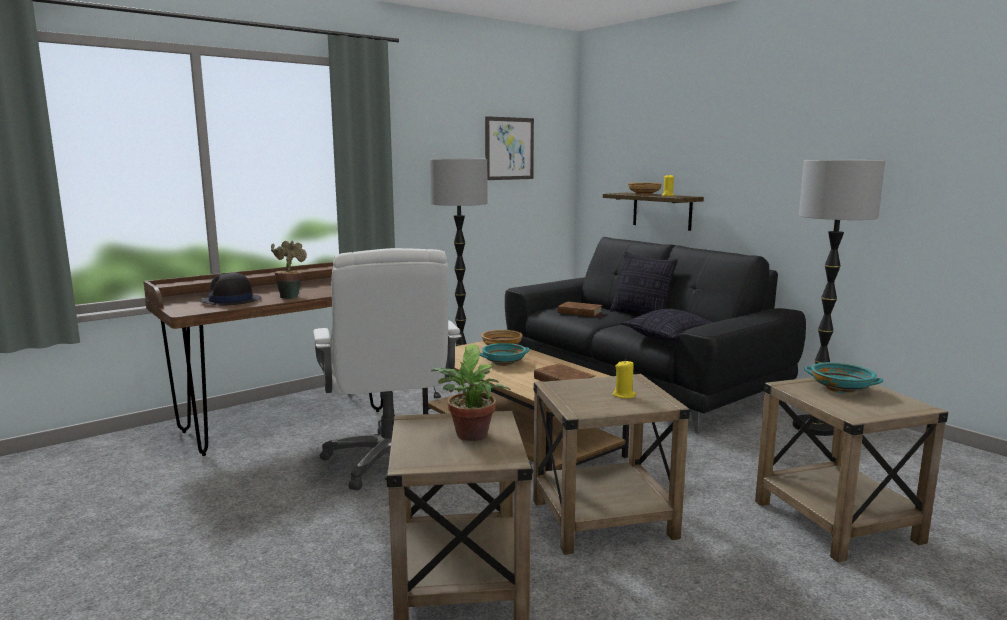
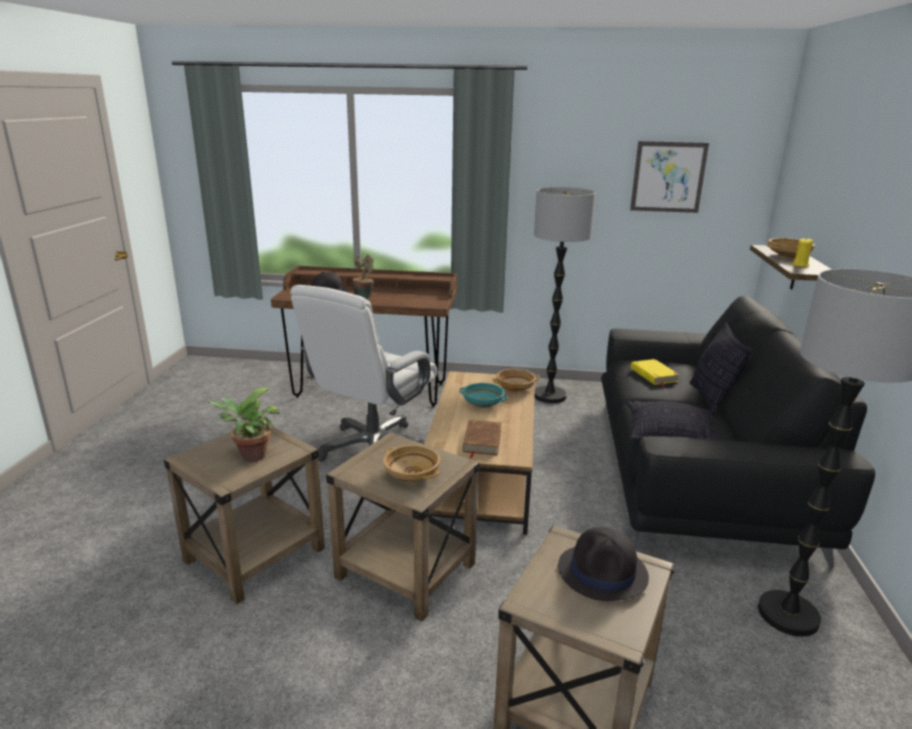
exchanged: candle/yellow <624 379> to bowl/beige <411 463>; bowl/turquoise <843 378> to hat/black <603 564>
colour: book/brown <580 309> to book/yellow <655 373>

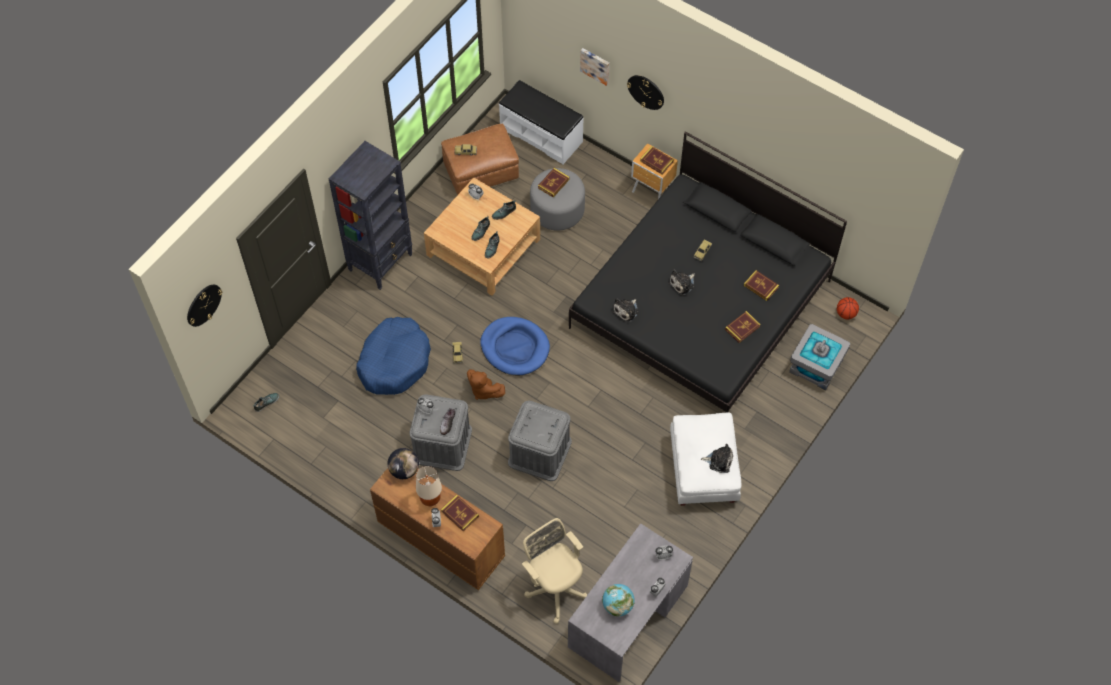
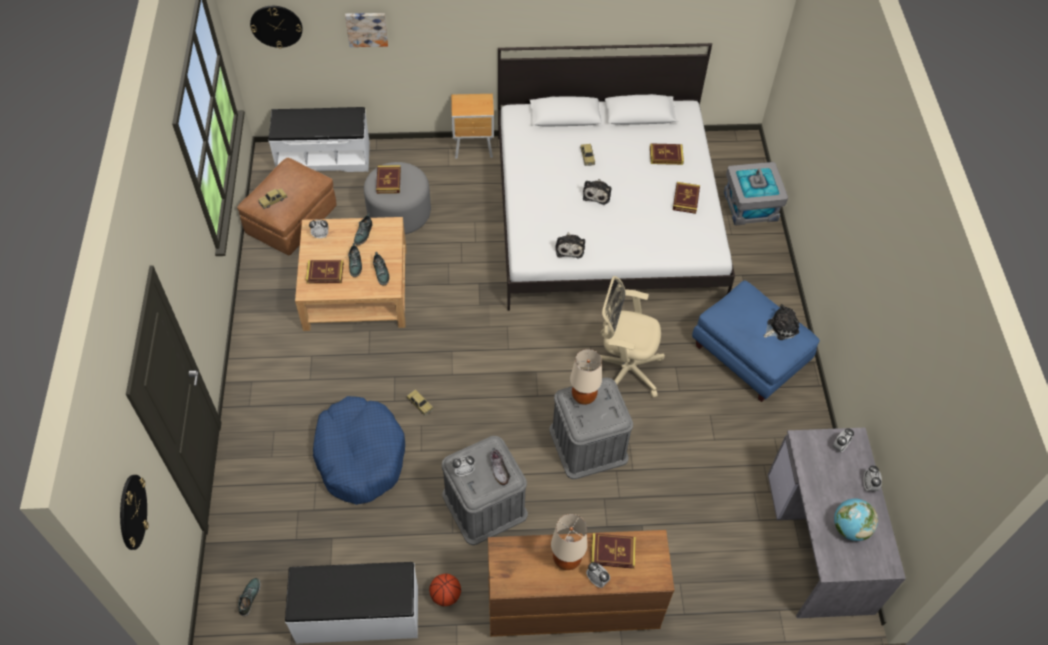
missing: bookcase/black <371 215>; globe <403 463>; plush toy/brown <486 384>; dog bed/blue <515 346>
appeared: bench/white <351 603>; table lamp/beige <586 377>
relocated: office chair/beige <554 571> to <632 337>; wall clock <645 92> to <276 27>; book <657 160> to <325 271>; basketball <848 308> to <445 590>
colour: bed/black <708 272> to bed/white <616 177>; ottoman/white <706 459> to ottoman/blue <756 341>

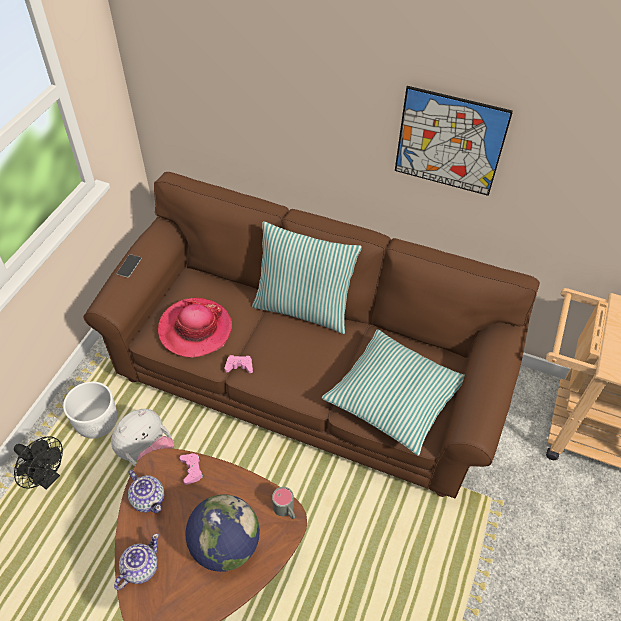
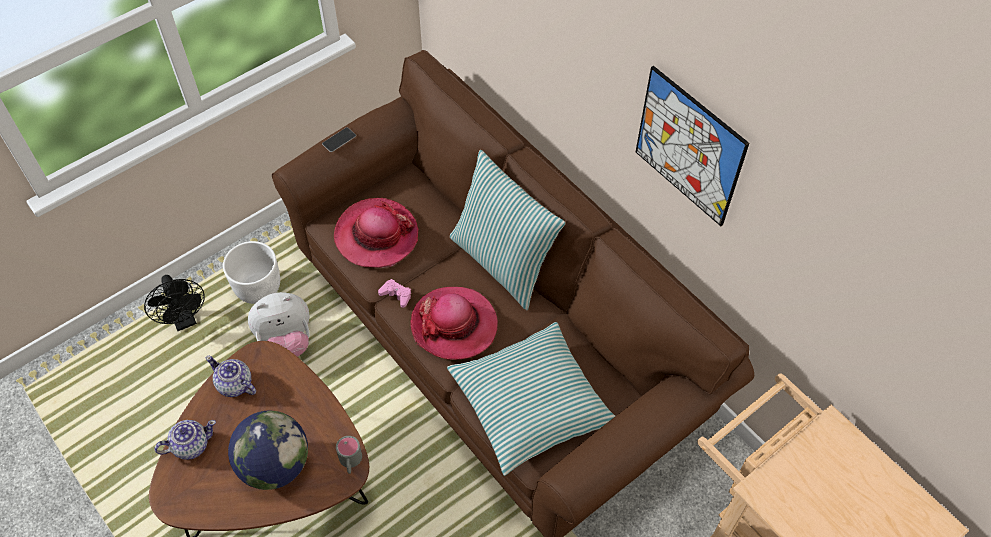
missing: game controller/pink <191 469>
appeared: hat <454 323>
spun: teapot <146 491> = <231 376> 135 degrees clockwise

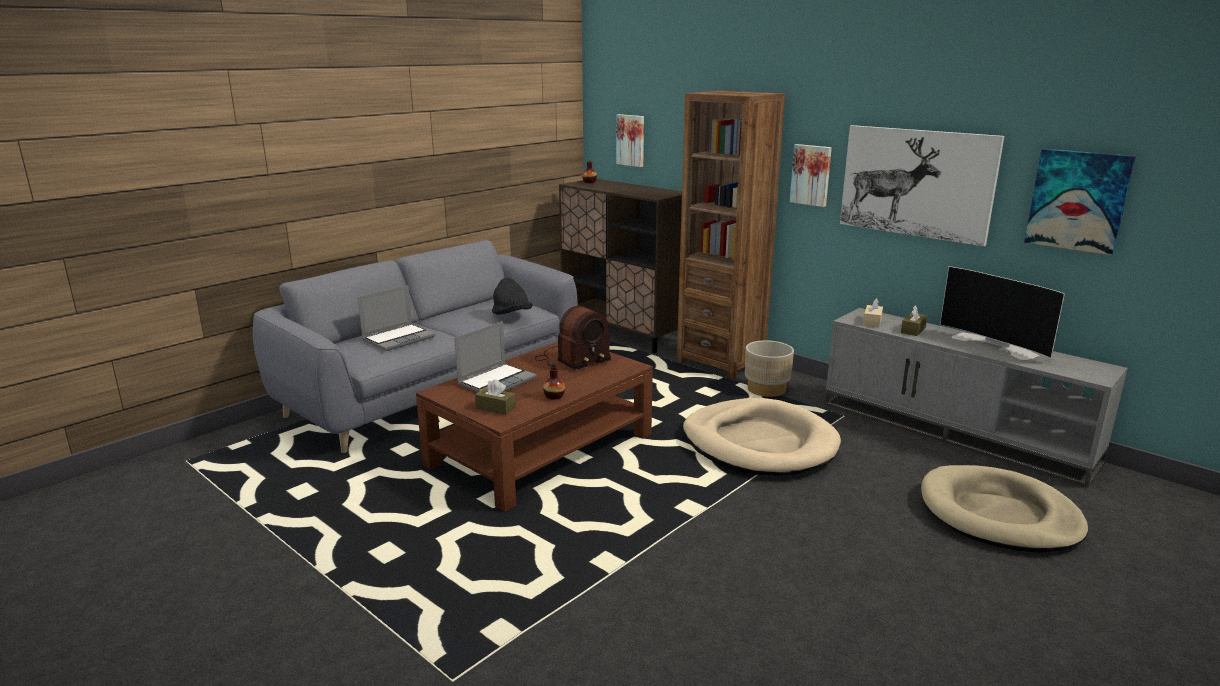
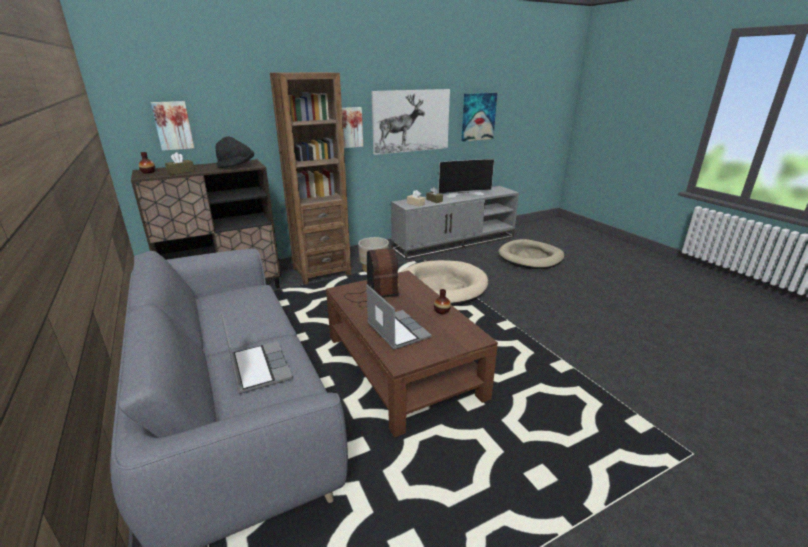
relocated: tissue box/brown <495 397> to <180 163>; hat/black <512 296> to <235 152>

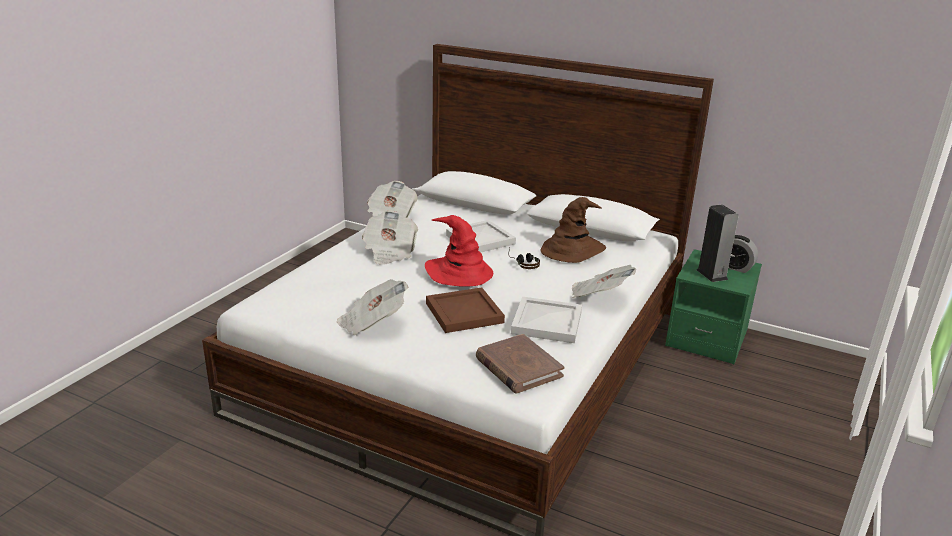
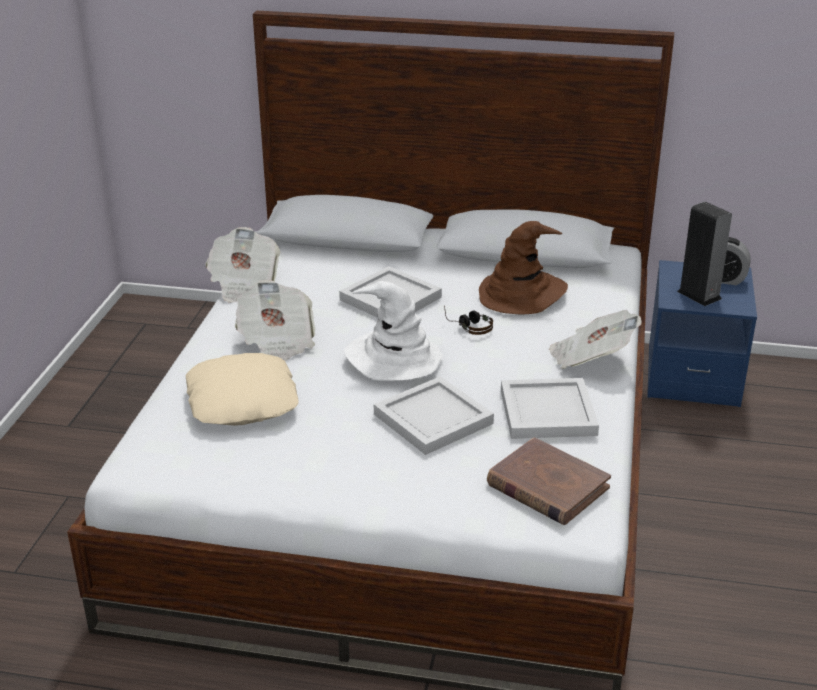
missing: newspaper <372 307>
appeared: pillow/beige <242 389>
colour: hat/red <459 251> to hat/white <393 331>; tray/brown <465 310> to tray/white <434 415>; nightstand/green <713 306> to nightstand/blue <702 333>

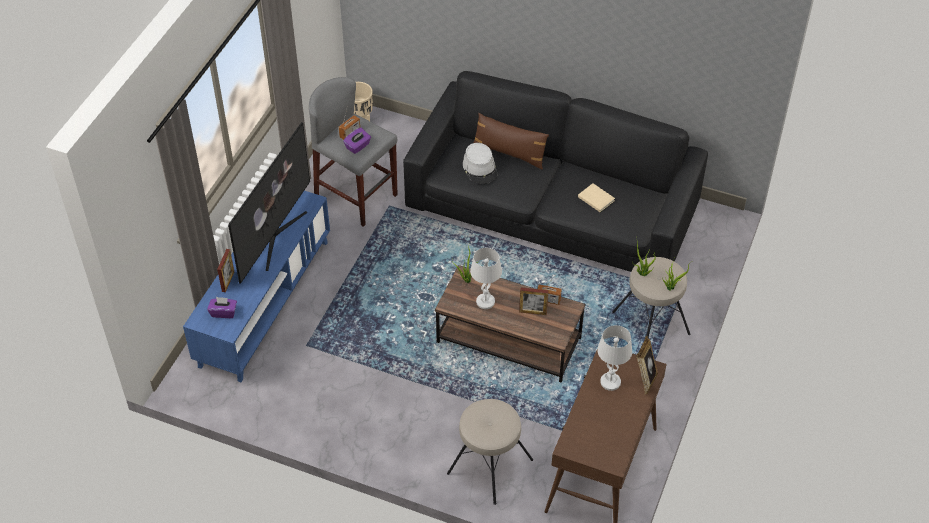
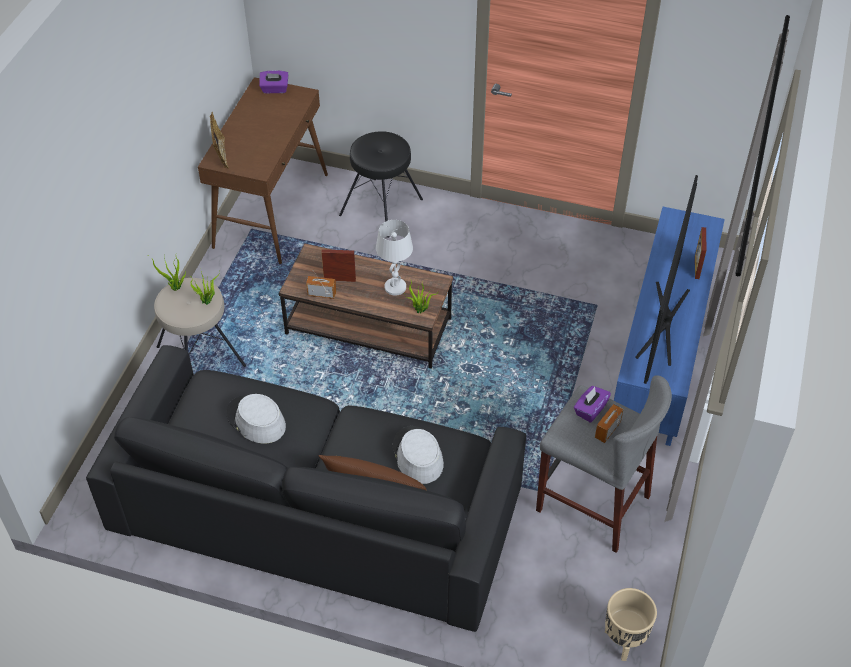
missing: table lamp/white <614 358>
relocated: tissue box/purple <222 307> to <273 81>
exchanged: book/beige <596 197> to hat/grey <256 419>
colour: stool/beige <490 452> to stool/black <381 184>

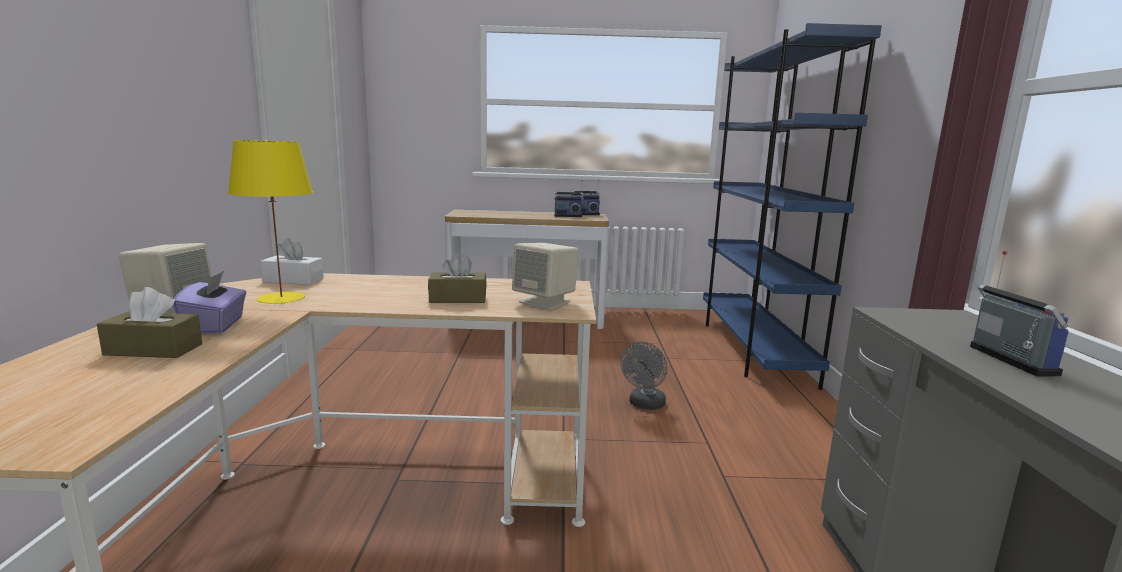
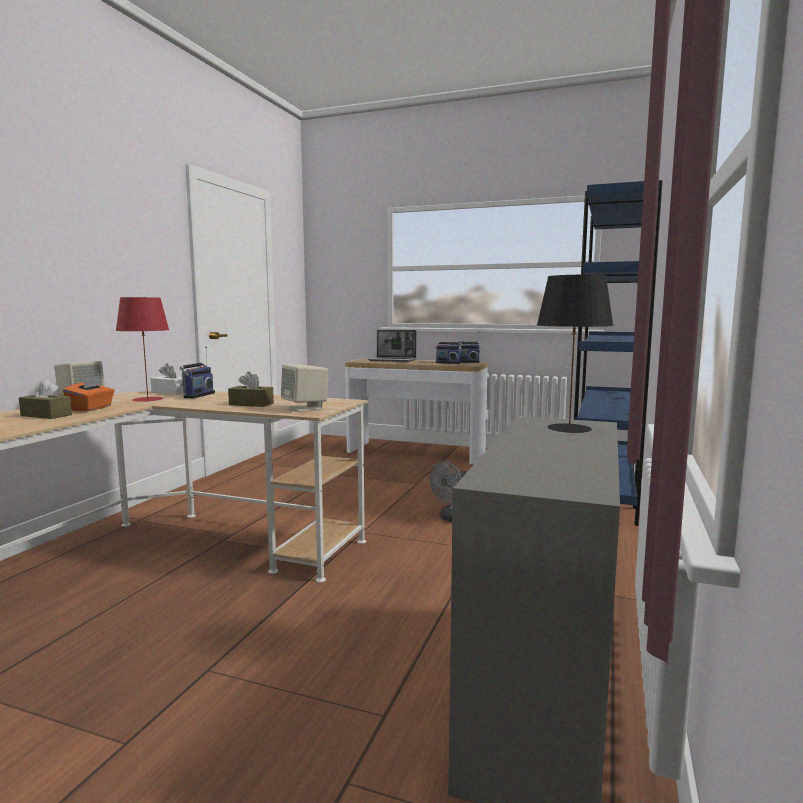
appeared: laptop <392 346>; table lamp/black <575 354>
relocated: radio <1019 314> to <197 372>
colour: tissue box/purple <209 302> to tissue box/orange <89 393>; table lamp/yellow <270 222> to table lamp/red <142 349>

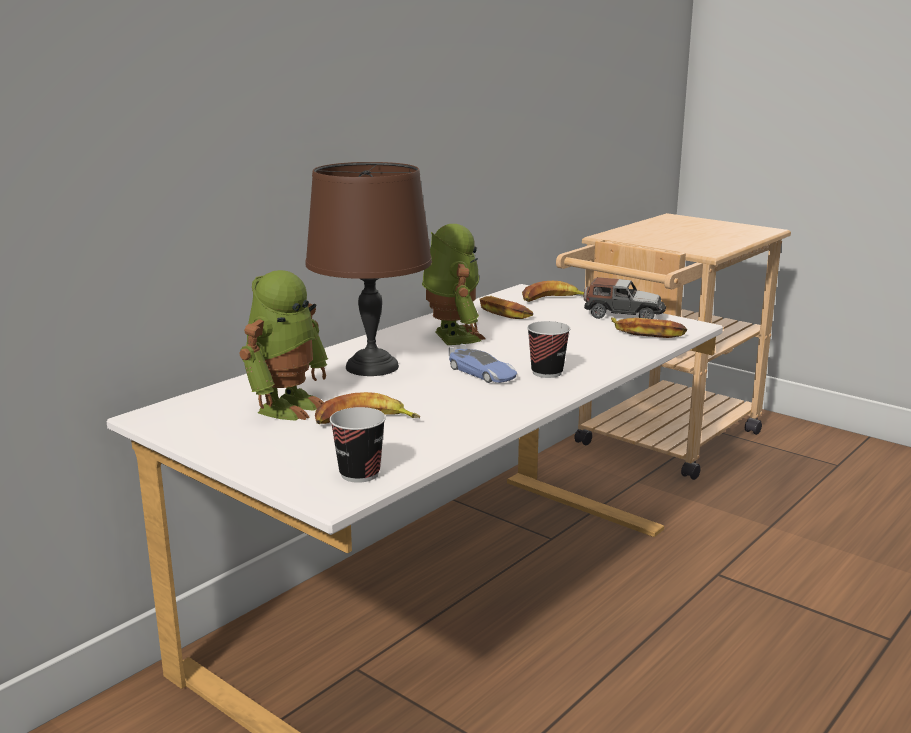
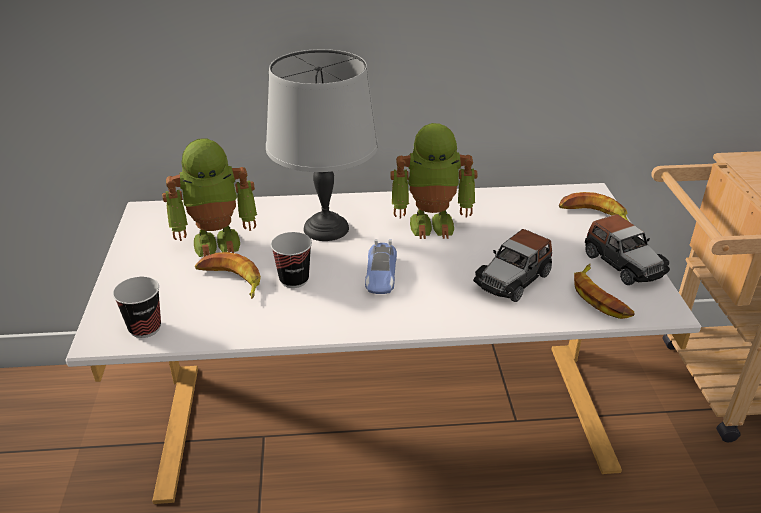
missing: banana <506 307>
appeared: toy car <512 265>
relocated: cup <548 349> to <291 260>
colour: table lamp/brown <369 269> to table lamp/grey <322 145>
spun: toy robot <453 284> = <434 181> 60 degrees clockwise

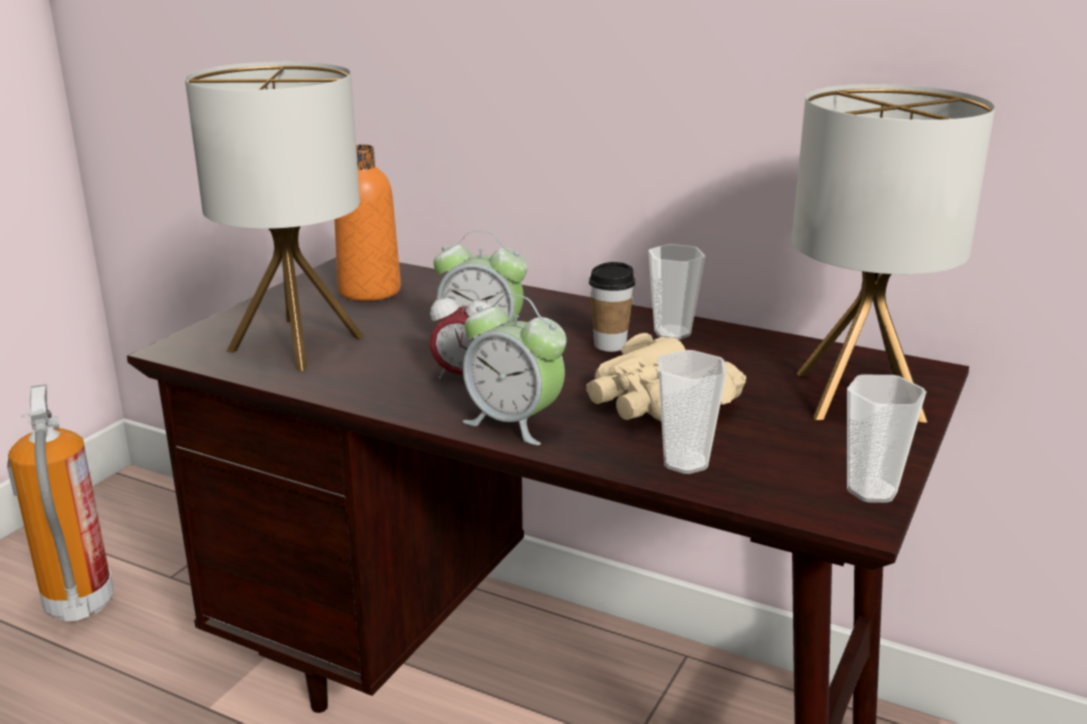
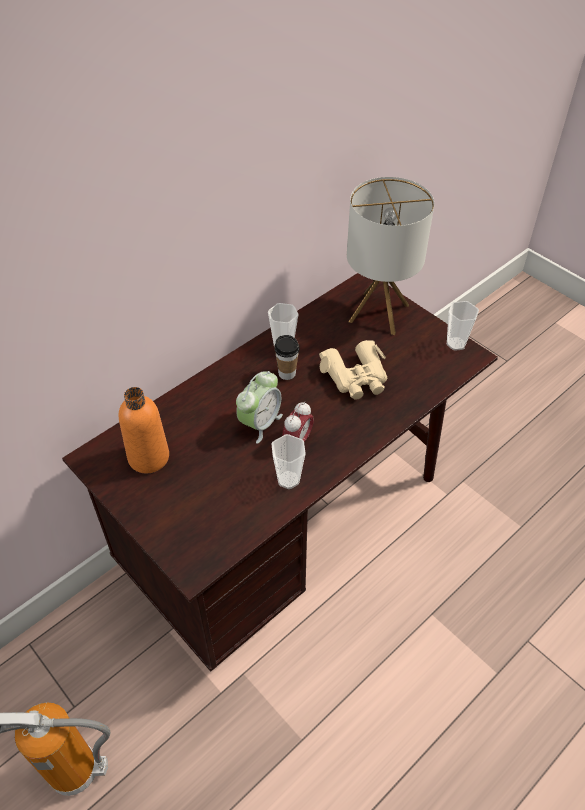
missing: table lamp <274 216>; alarm clock <515 369>
relocated: cup <692 412> to <289 461>

